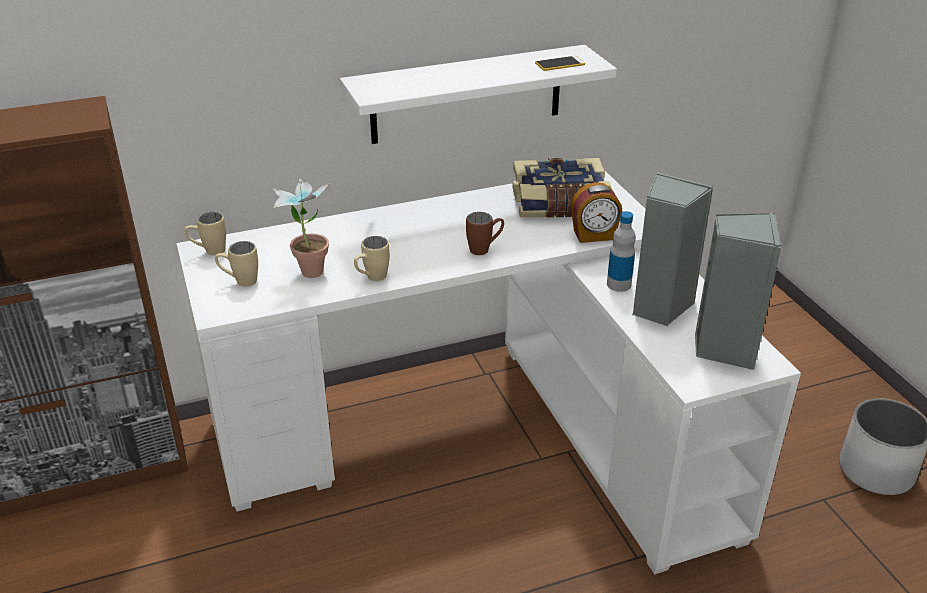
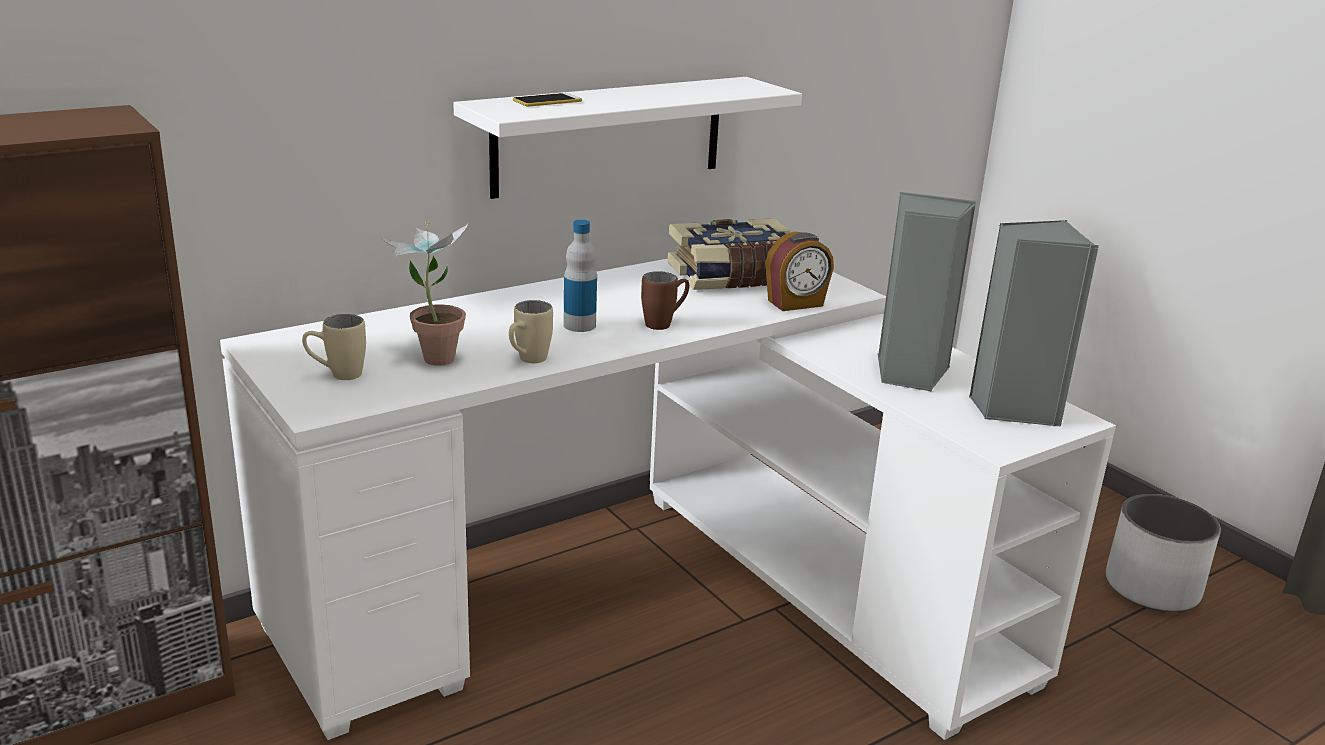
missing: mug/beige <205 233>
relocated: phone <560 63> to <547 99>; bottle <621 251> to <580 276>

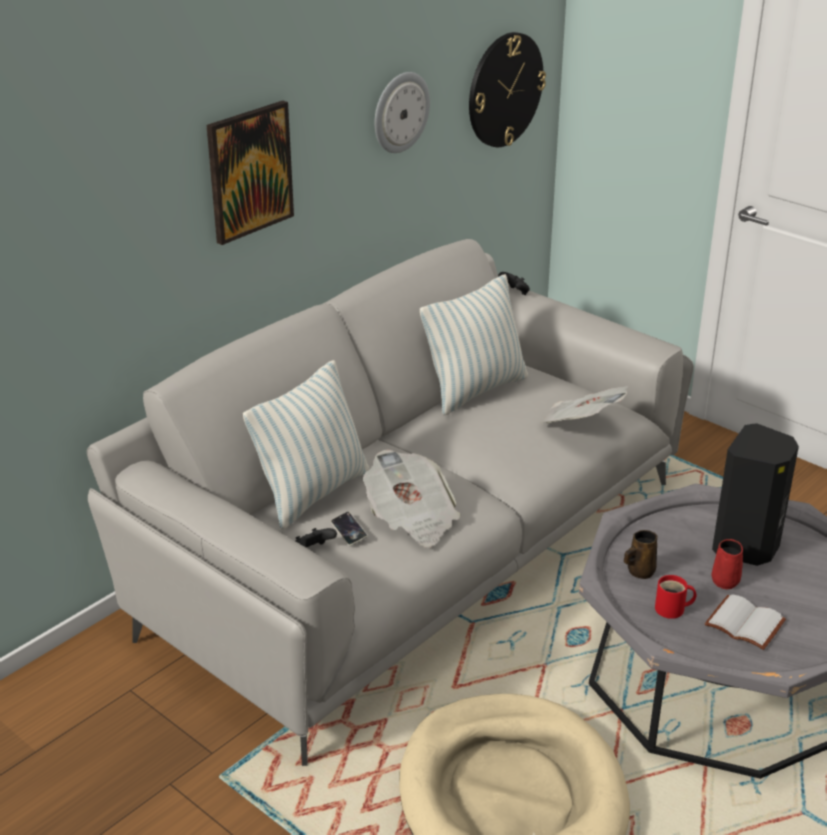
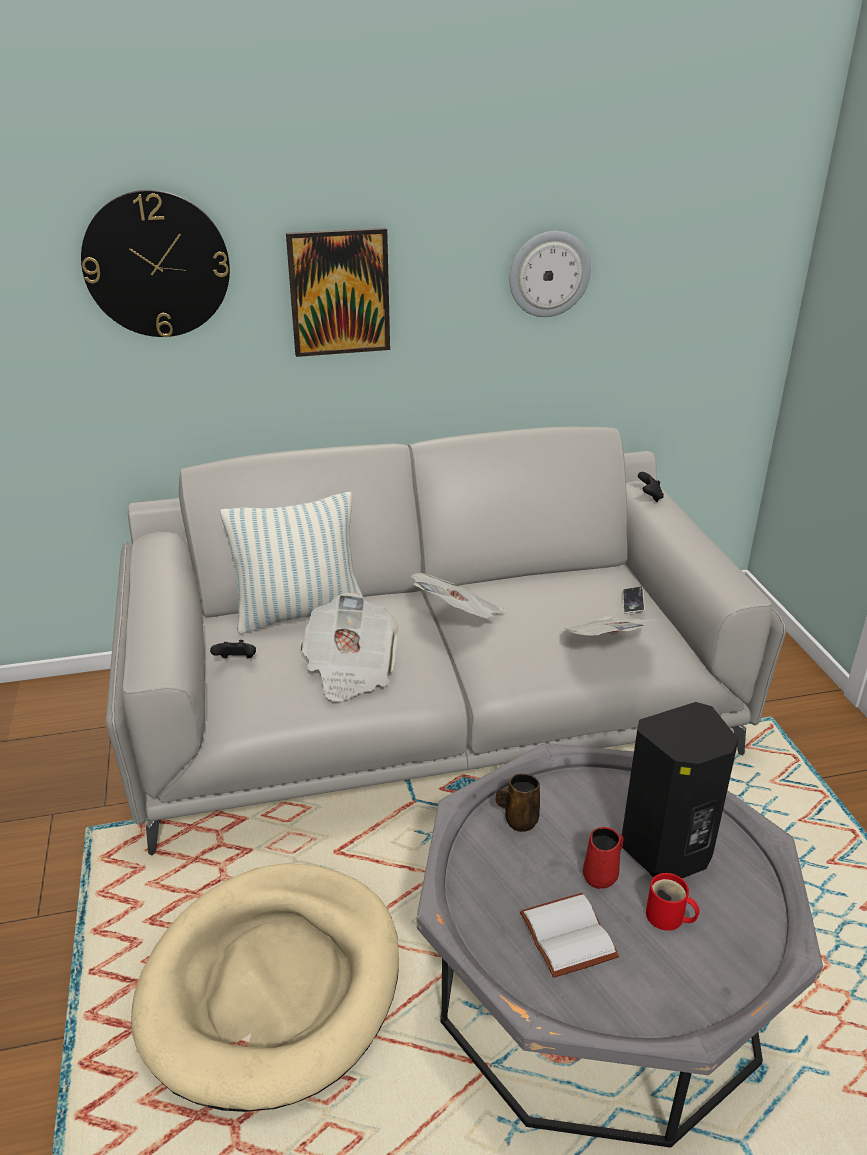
missing: pillow <474 345>
appeared: newspaper <459 596>
relocated: phone <349 528> to <634 600>; wall clock <507 89> to <155 263>; mug/red <675 597> to <672 902>

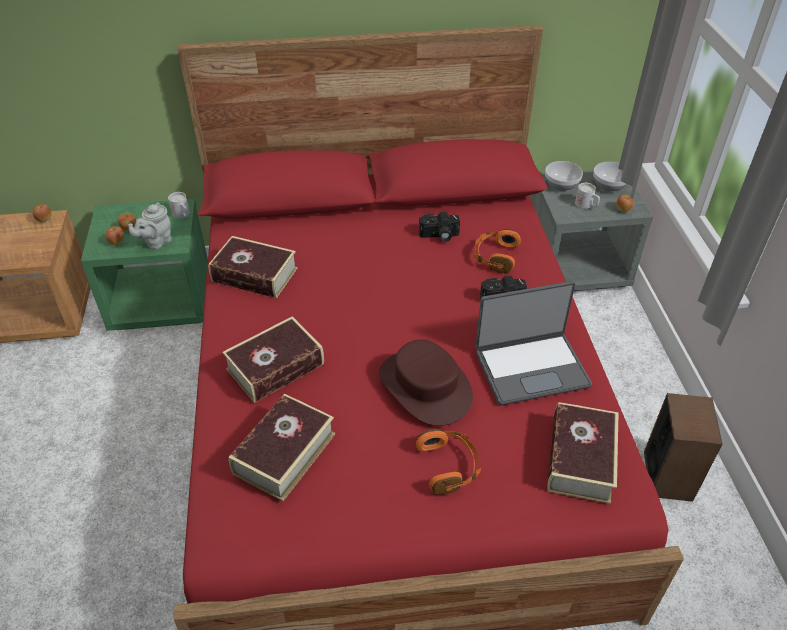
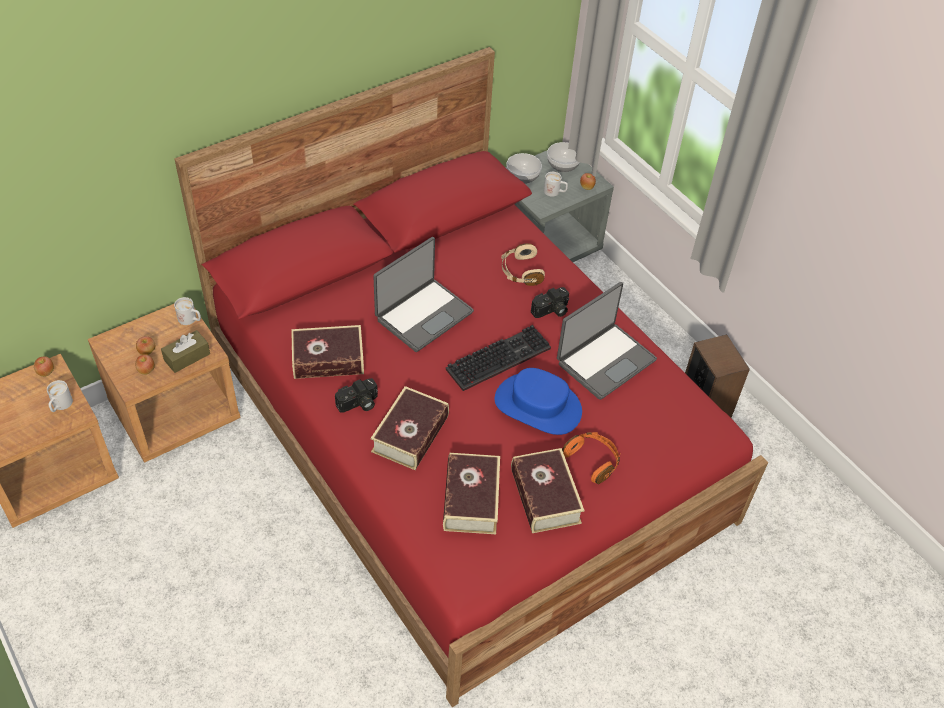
appeared: mug/white <60 396>; laptop <423 294>; keyboard <498 358>
relocated: photo camera <439 227> to <356 395>; book <583 453> to <548 490>
exchanged: teapot/grey <150 226> to tissue box/brown <185 351>
colour: nightstand/green <144 265> to nightstand/brown <164 383>; hat/brown <426 382> to hat/blue <538 401>; headphones/orange <497 251> to headphones/beige <523 264>

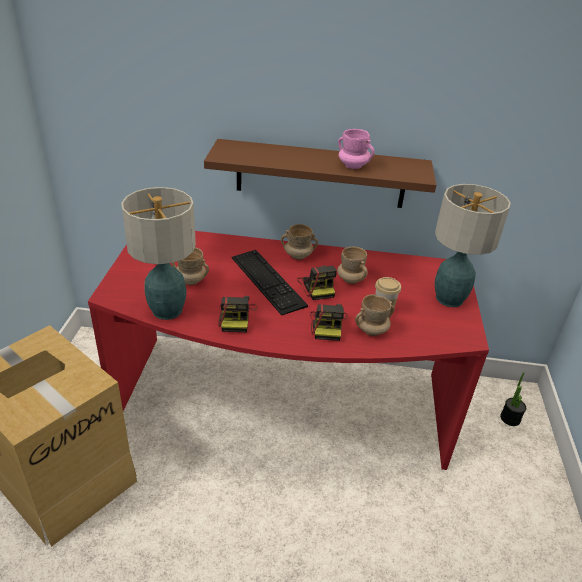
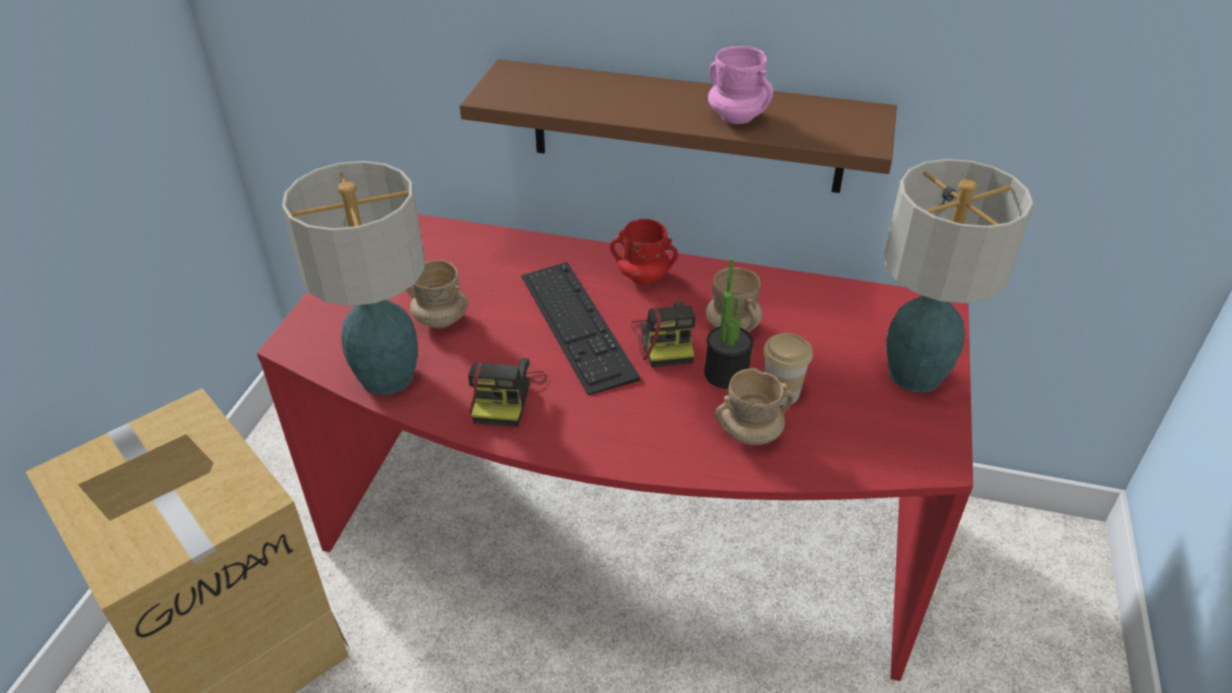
missing: photo camera <329 322>
relocated: potted plant <513 399> to <728 323>
colour: mug/beige <299 242> to mug/red <644 251>

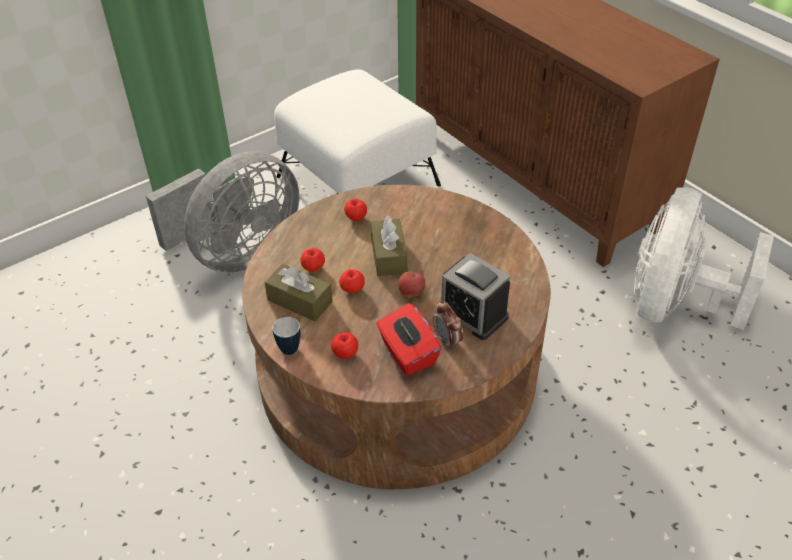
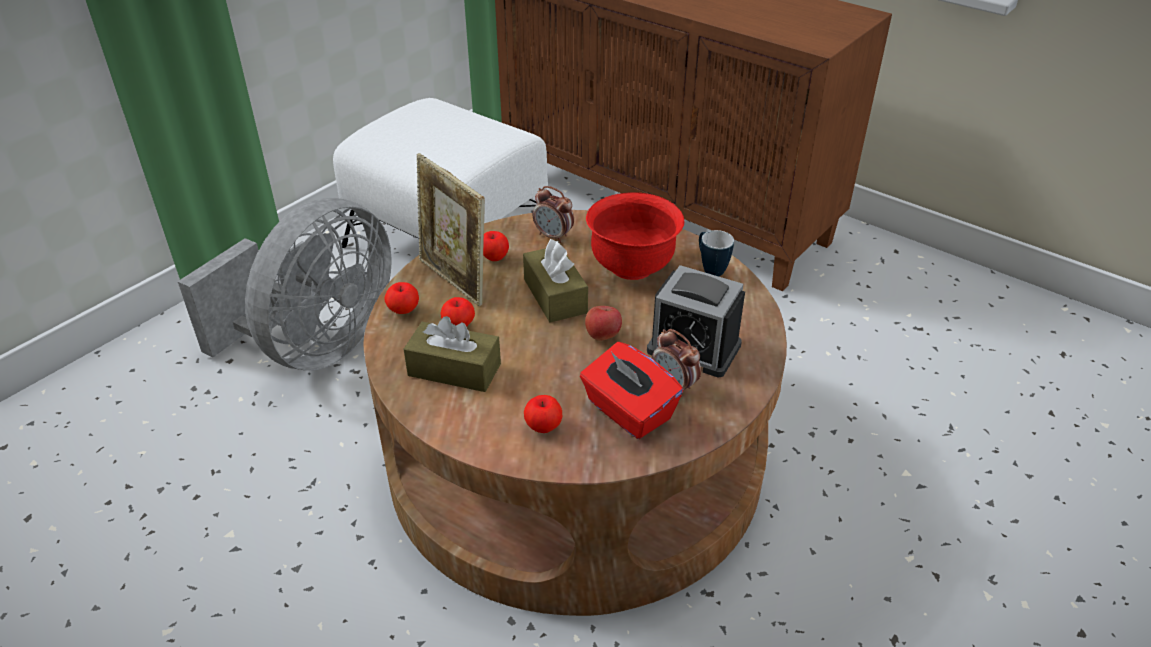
missing: fan/white <704 258>
appeared: picture frame <451 229>; alarm clock <553 214>; bowl/red <635 236>
relocated: mug <286 335> to <716 253>; apple <352 281> to <401 298>

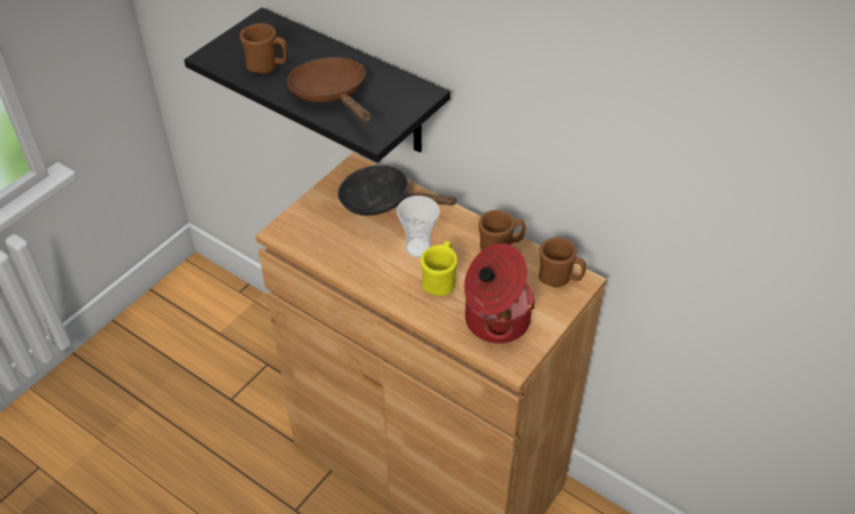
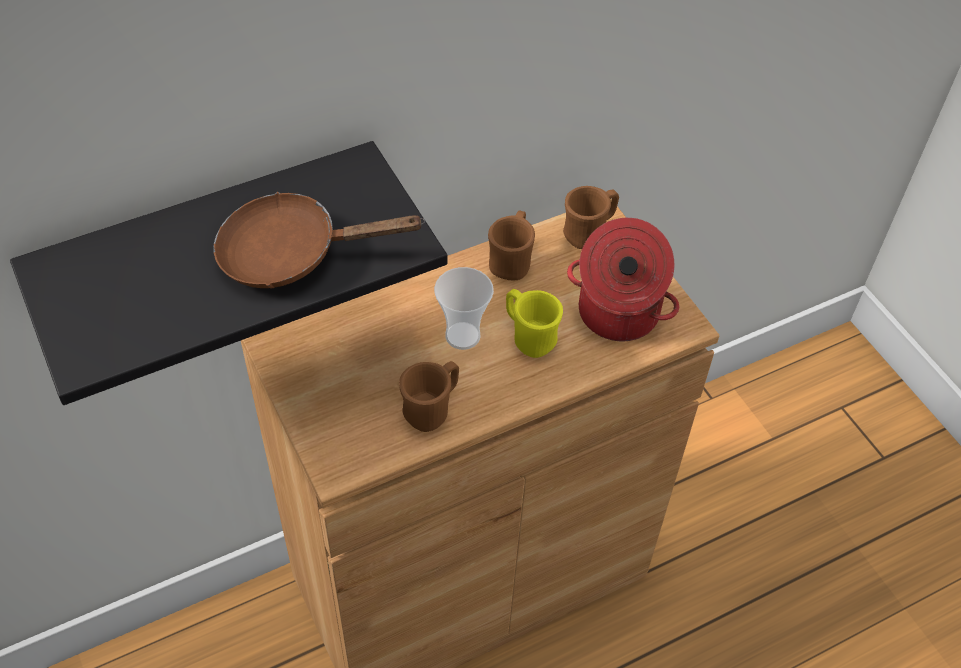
missing: frying pan/black <398 190>
relocated: mug/brown <264 48> to <429 396>

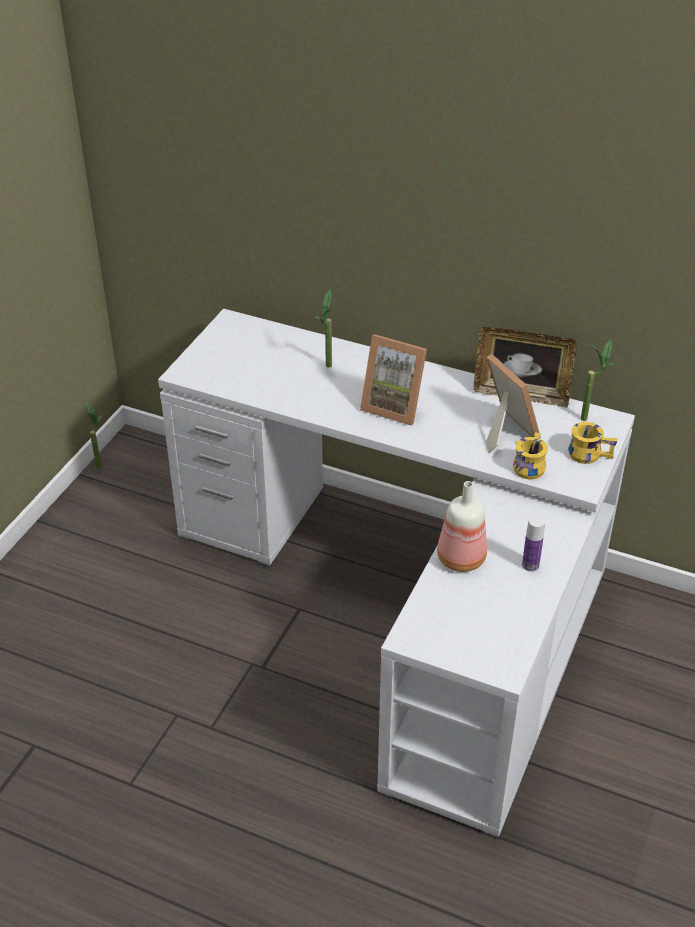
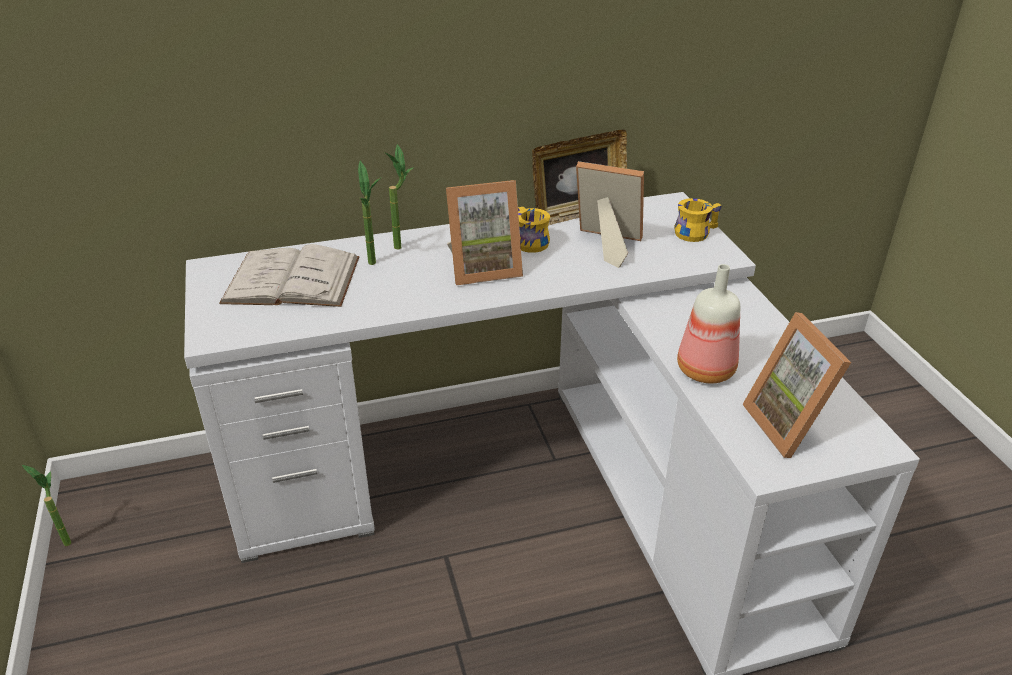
missing: bottle <533 543>
appeared: book/white <289 275>; picture frame <796 385>
relocated: mug/yellow <530 456> to <534 230>; potted plant <598 380> to <399 196>

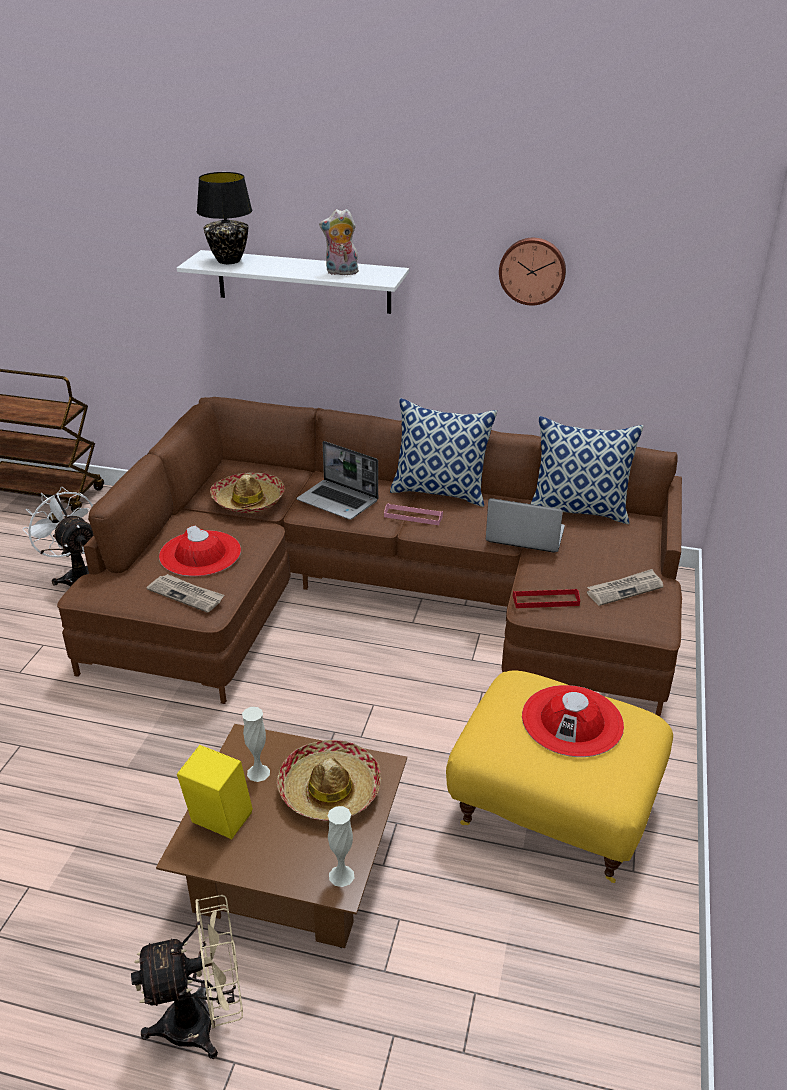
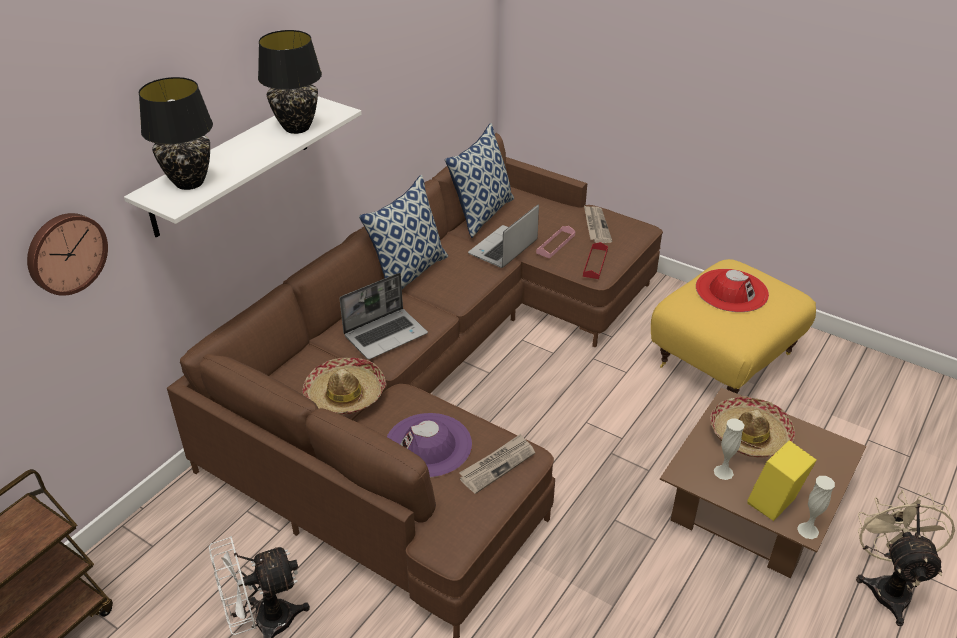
relocated: vase/white <341 846> to <816 507>; tray/pink <413 514> to <555 242>; wall clock <532 272> to <67 254>
exchanged: plush toy <339 242> to table lamp/black <290 82>
colour: hat/red <200 551> to hat/purple <429 445>

